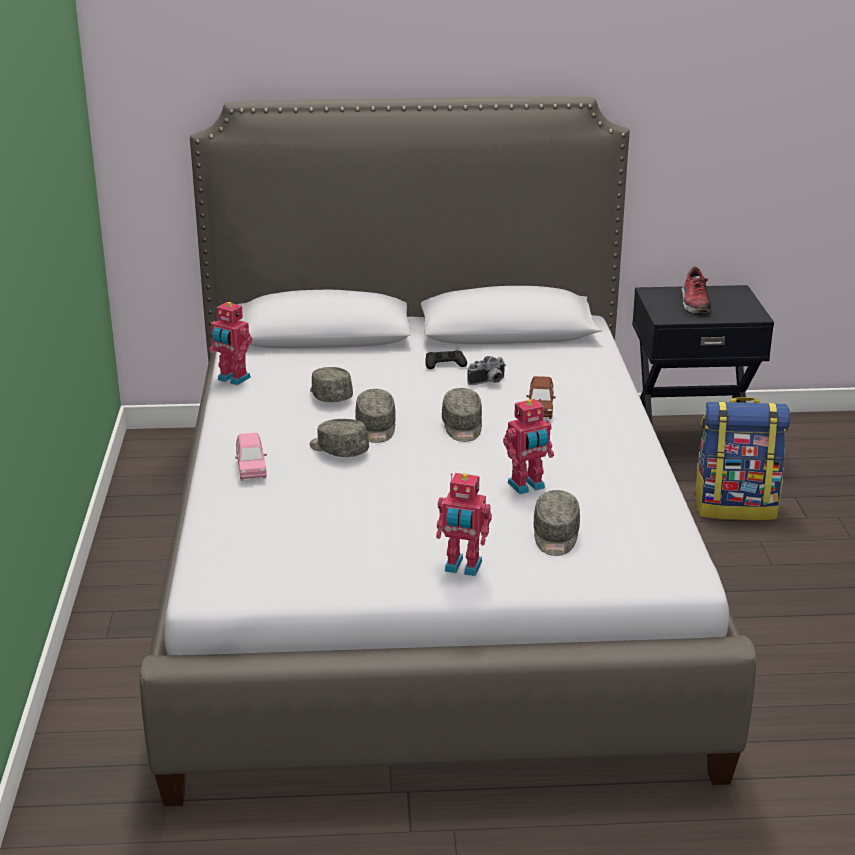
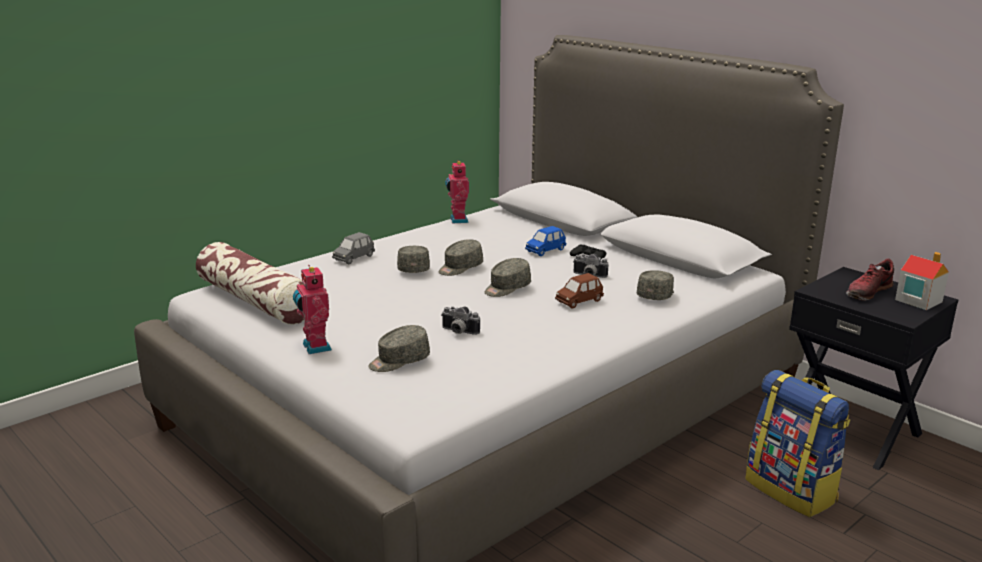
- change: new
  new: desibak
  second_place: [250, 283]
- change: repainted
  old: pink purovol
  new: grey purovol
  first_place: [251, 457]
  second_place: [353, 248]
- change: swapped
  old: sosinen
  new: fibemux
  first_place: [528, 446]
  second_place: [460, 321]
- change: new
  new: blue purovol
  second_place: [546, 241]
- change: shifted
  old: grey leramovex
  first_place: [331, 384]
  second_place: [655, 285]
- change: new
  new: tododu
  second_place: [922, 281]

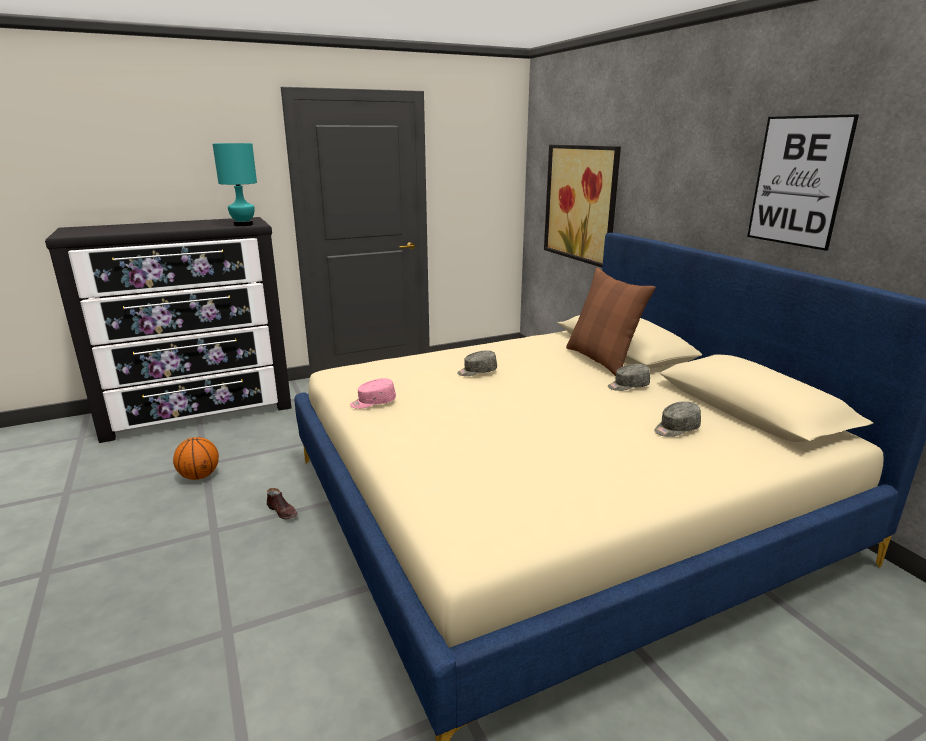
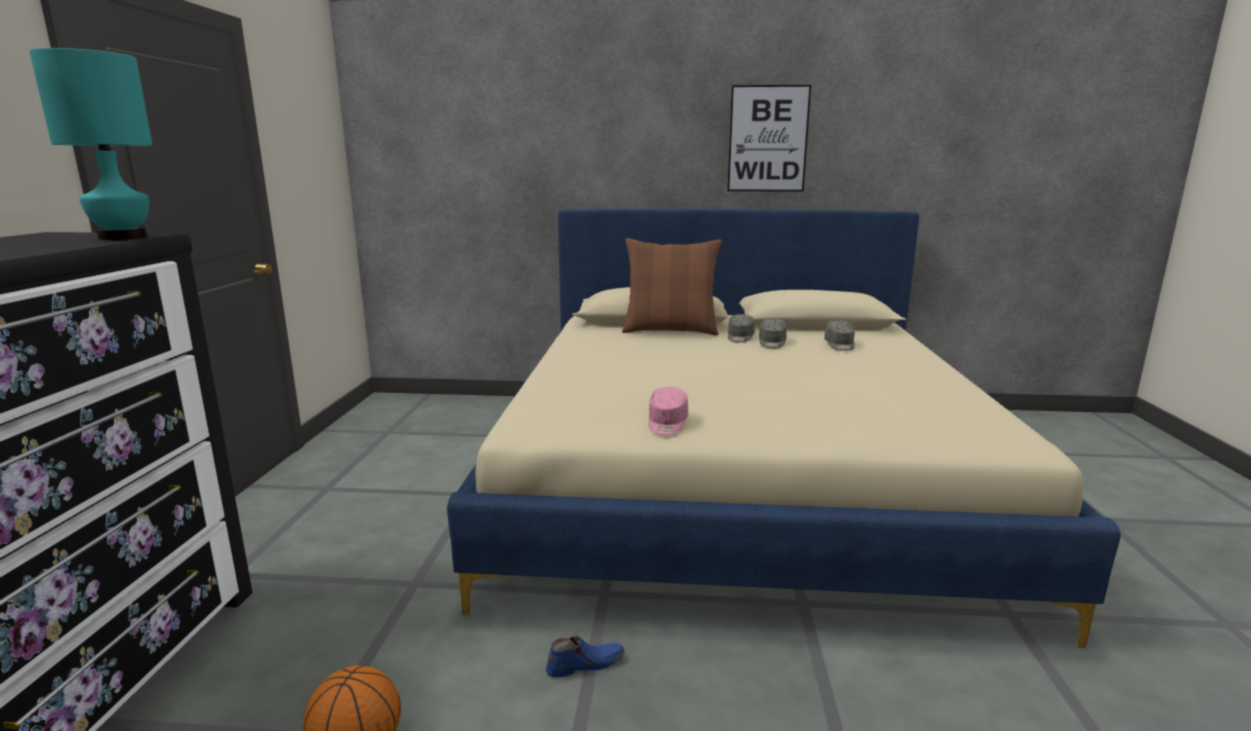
- change: repainted
  old: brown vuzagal
  new: blue vuzagal
  first_place: [282, 503]
  second_place: [585, 656]
- change: shifted
  old: grey leramovex
  first_place: [477, 363]
  second_place: [773, 333]
- change: gone
  old: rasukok
  first_place: [582, 206]

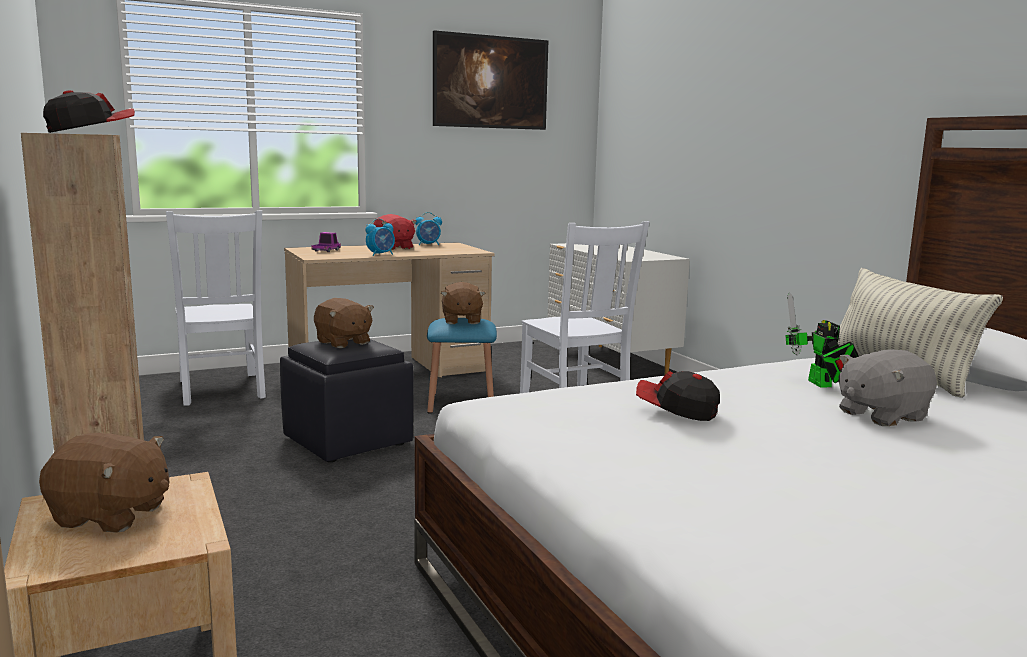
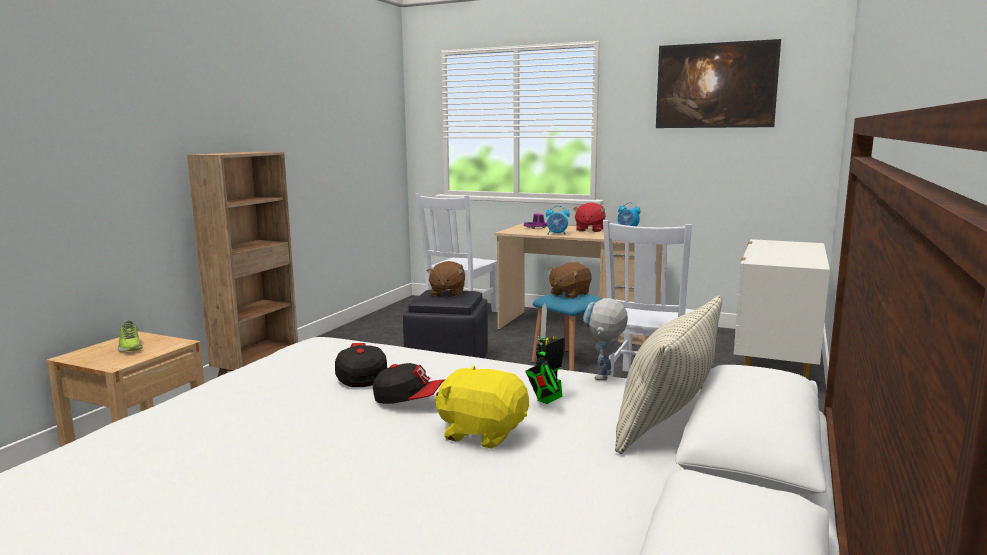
- change: swapped
  old: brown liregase
  new: vuzagal
  first_place: [104, 483]
  second_place: [130, 336]
- change: shifted
  old: leramovex
  first_place: [89, 111]
  second_place: [409, 383]
- change: repainted
  old: grey liregase
  new: yellow liregase
  first_place: [888, 387]
  second_place: [482, 407]
- change: new
  new: sosinen
  second_place: [605, 339]

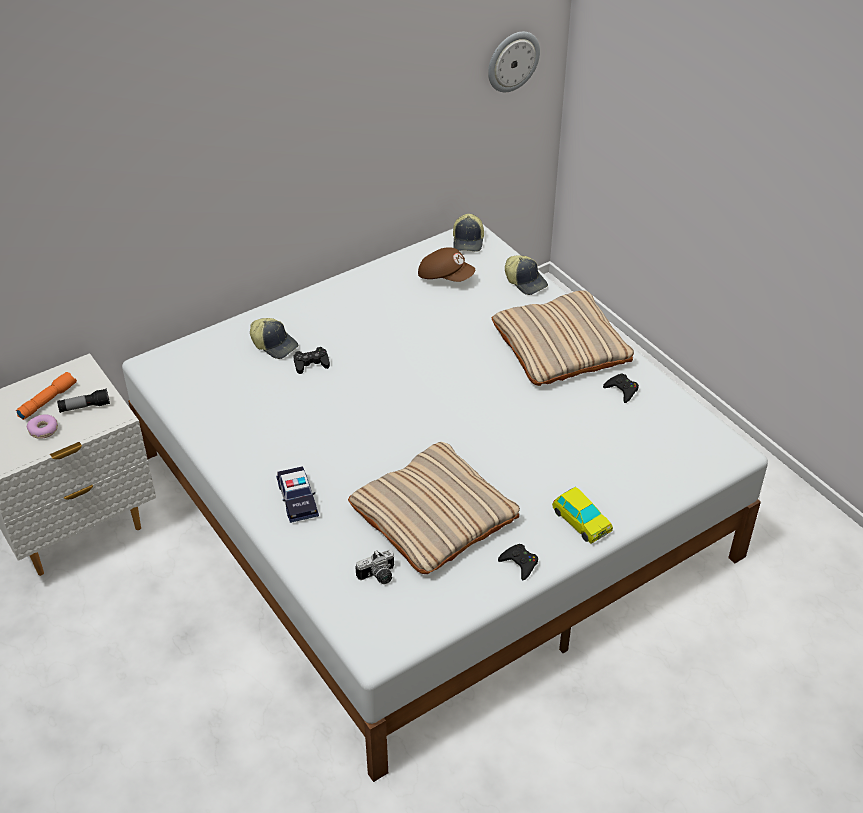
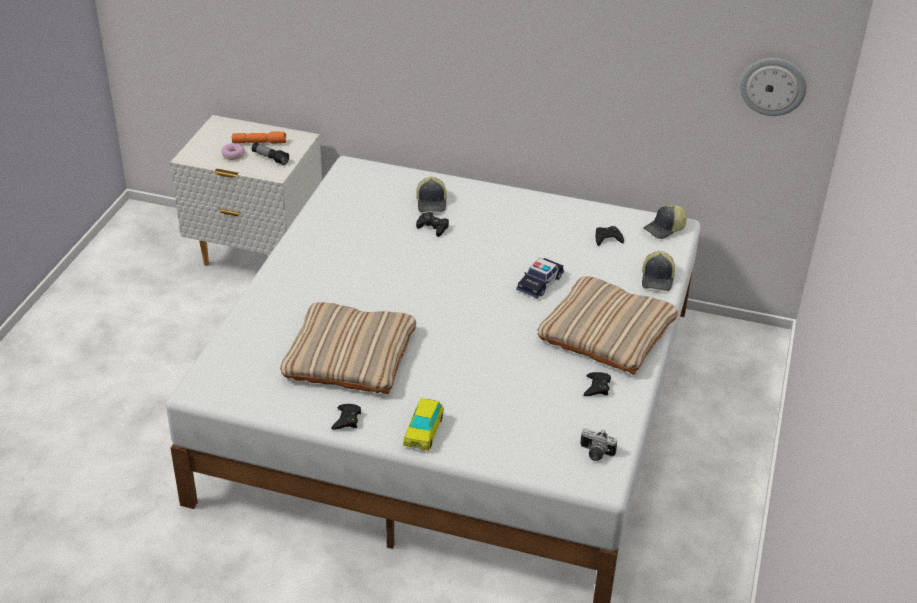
- change: shifted
  old: purovol
  first_place: [297, 494]
  second_place: [540, 278]
- change: shifted
  old: fibemux
  first_place: [375, 567]
  second_place: [598, 444]
- change: swapped
  old: brown leramovex
  new: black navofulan
  first_place: [446, 264]
  second_place: [610, 236]

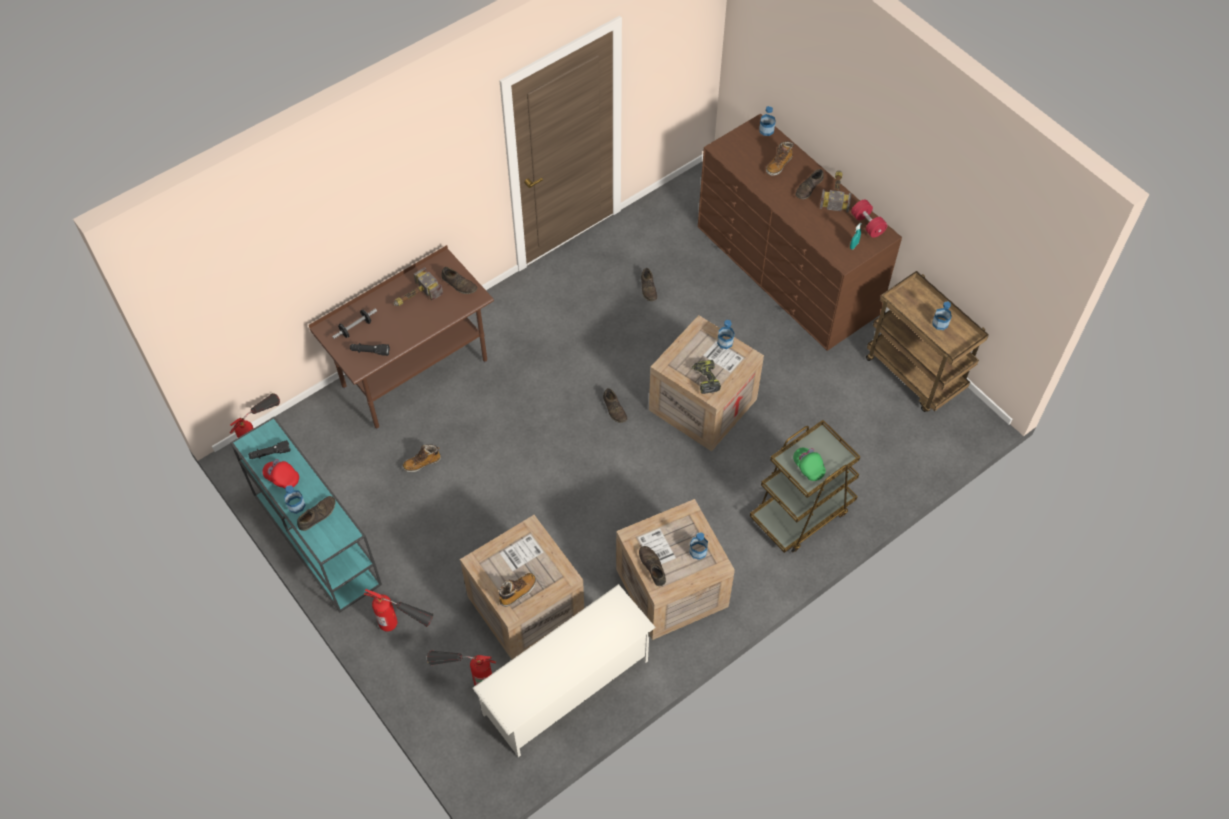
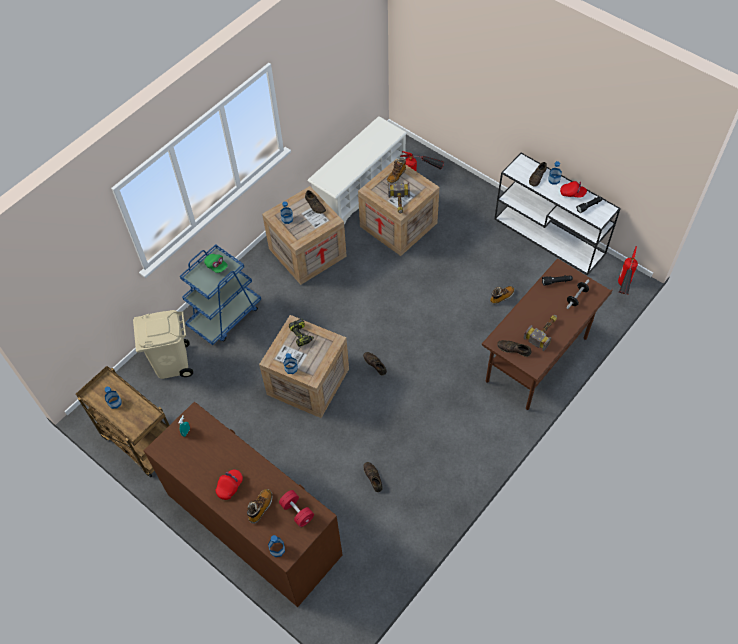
- change: new
  new: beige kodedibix
  second_place: [163, 344]
- change: repainted
  old: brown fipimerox
  new: blue fipimerox
  first_place: [805, 486]
  second_place: [220, 294]
- change: swapped
  old: brown vuzagal
  new: red leramovex
  first_place: [810, 184]
  second_place: [229, 485]
- change: shifted
  old: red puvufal
  first_place: [869, 218]
  second_place: [296, 508]
- change: shifted
  old: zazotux
  first_place: [836, 191]
  second_place: [399, 198]
- change: repainted
  old: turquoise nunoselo
  new: white nunoselo
  first_place: [306, 514]
  second_place: [558, 214]
- change: gone
  old: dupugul
  first_place: [398, 610]

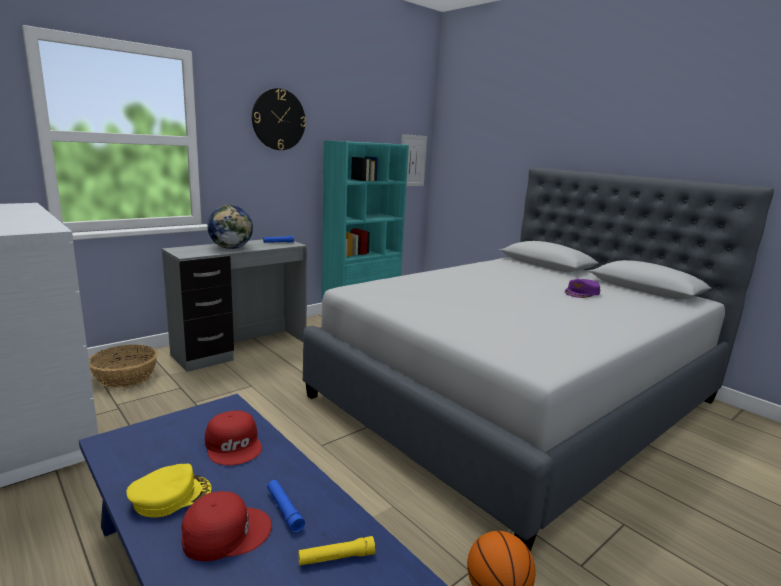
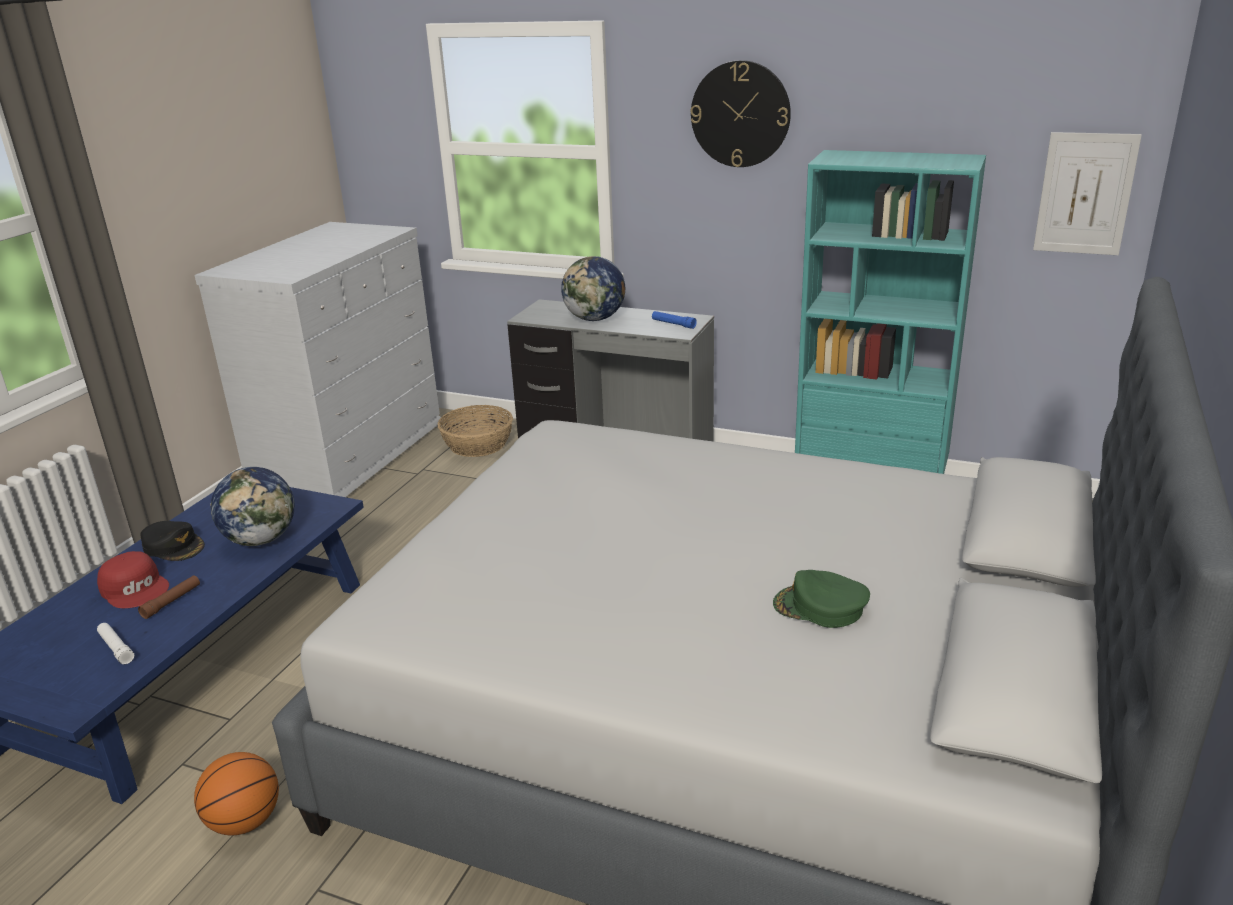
- change: repainted
  old: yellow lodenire
  new: white lodenire
  first_place: [336, 550]
  second_place: [115, 643]
- change: repainted
  old: blue lodenire
  new: brown lodenire
  first_place: [286, 506]
  second_place: [169, 597]
- change: repainted
  old: yellow leramovex
  new: black leramovex
  first_place: [168, 490]
  second_place: [172, 541]
- change: swapped
  old: red leramovex
  new: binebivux
  first_place: [233, 437]
  second_place: [252, 506]
- change: repainted
  old: purple leramovex
  new: green leramovex
  first_place: [582, 288]
  second_place: [821, 599]

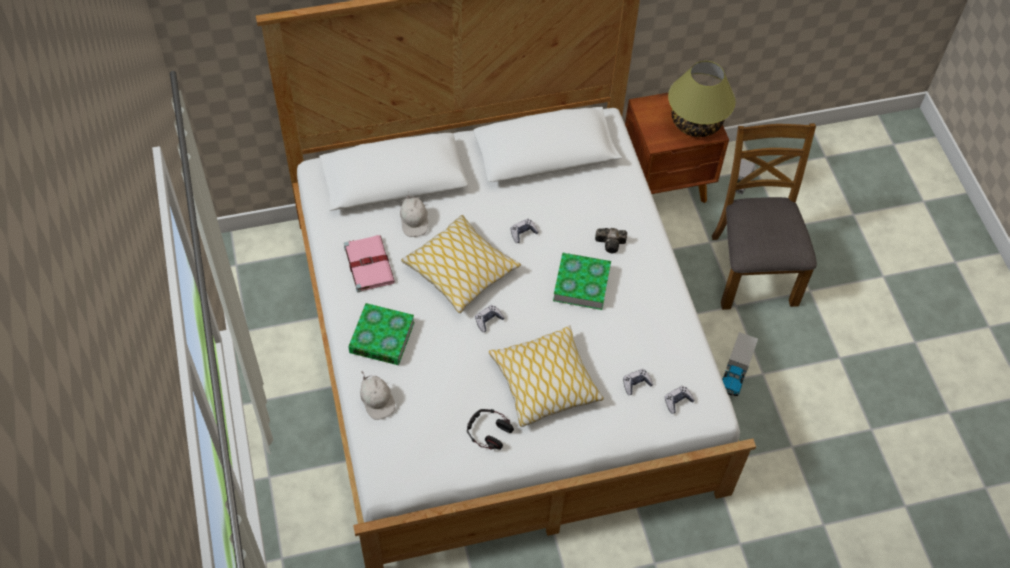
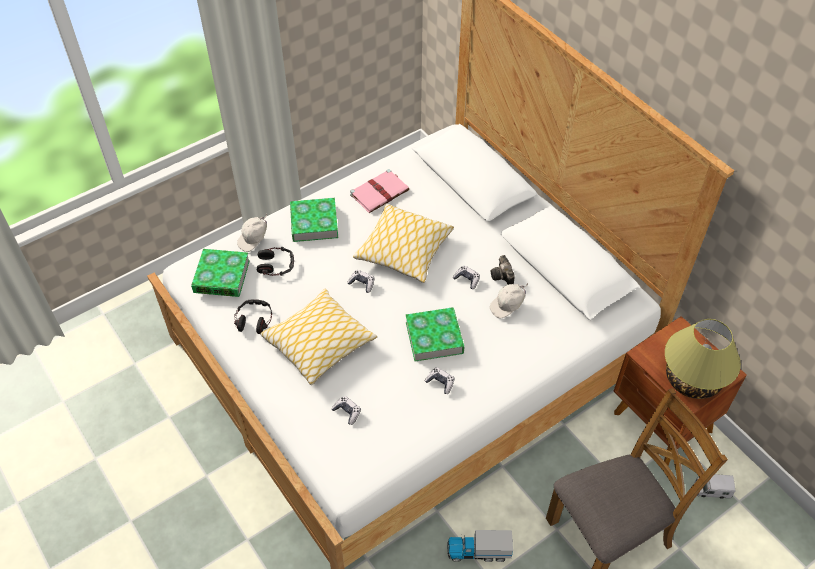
- change: new
  new: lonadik
  second_place: [220, 273]
- change: new
  new: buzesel
  second_place: [275, 261]
- change: shifted
  old: navofulan
  first_place: [680, 400]
  second_place: [439, 380]
- change: shifted
  old: white leramovex
  first_place: [414, 214]
  second_place: [509, 300]
- change: shifted
  old: fibemux
  first_place: [611, 240]
  second_place: [503, 270]

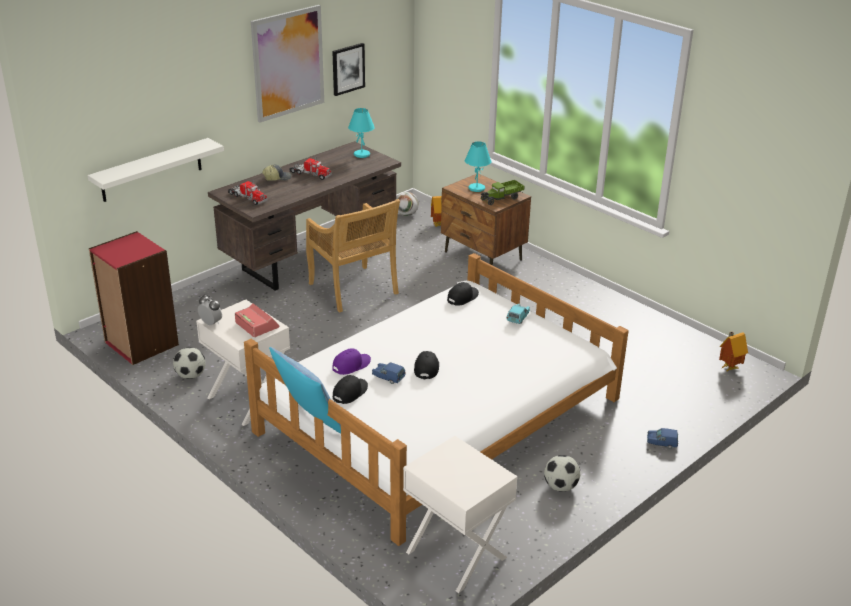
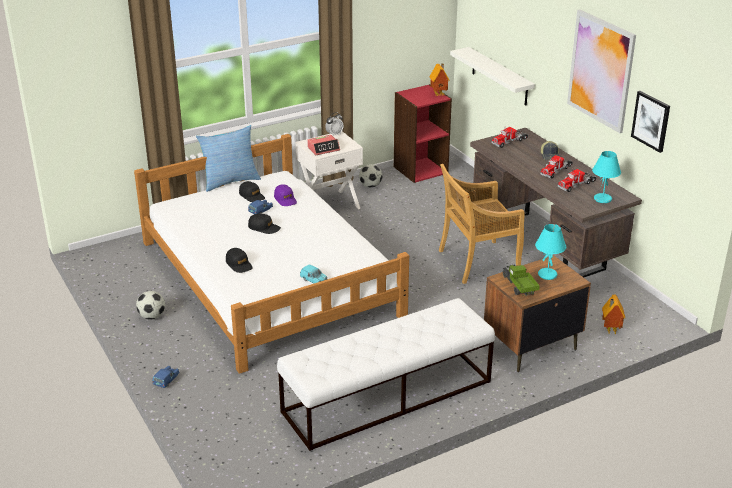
- change: shifted
  old: black leramovex
  first_place: [463, 293]
  second_place: [239, 260]
- change: new
  new: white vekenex
  second_place: [386, 374]
- change: shifted
  old: tododu
  first_place: [733, 352]
  second_place: [439, 79]
- change: new
  new: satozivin
  second_place: [577, 180]
- change: gone
  old: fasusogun
  first_place: [407, 204]
- change: gone
  old: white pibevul
  first_place: [460, 514]

